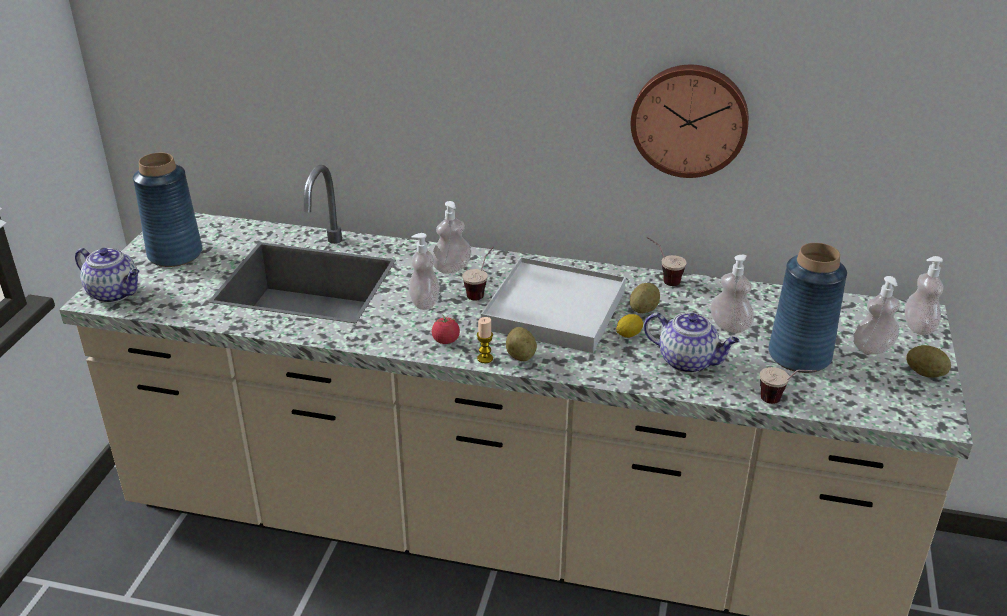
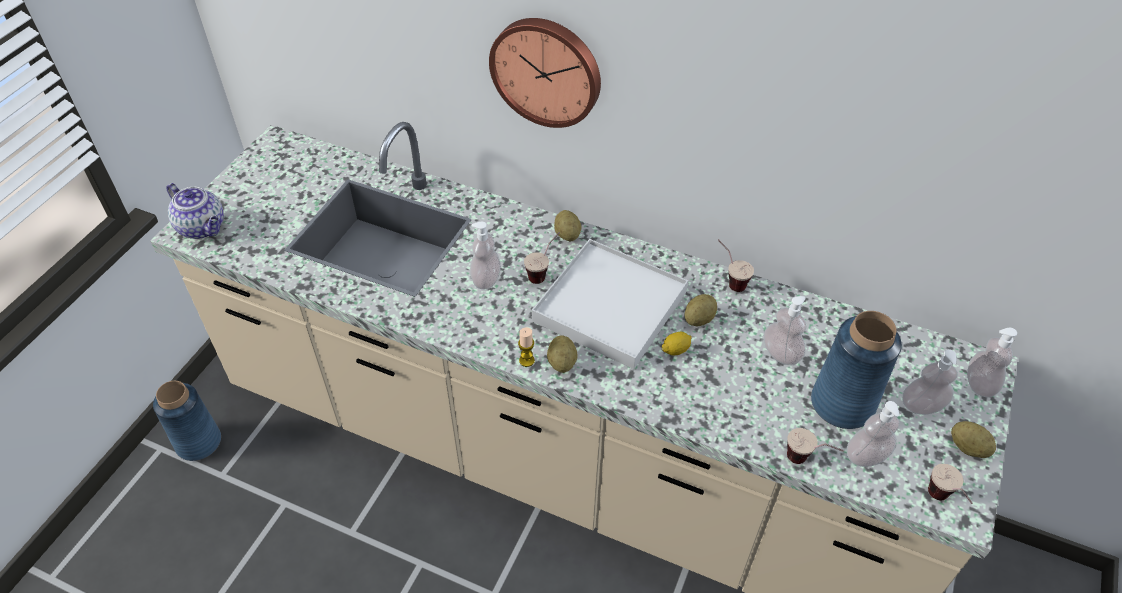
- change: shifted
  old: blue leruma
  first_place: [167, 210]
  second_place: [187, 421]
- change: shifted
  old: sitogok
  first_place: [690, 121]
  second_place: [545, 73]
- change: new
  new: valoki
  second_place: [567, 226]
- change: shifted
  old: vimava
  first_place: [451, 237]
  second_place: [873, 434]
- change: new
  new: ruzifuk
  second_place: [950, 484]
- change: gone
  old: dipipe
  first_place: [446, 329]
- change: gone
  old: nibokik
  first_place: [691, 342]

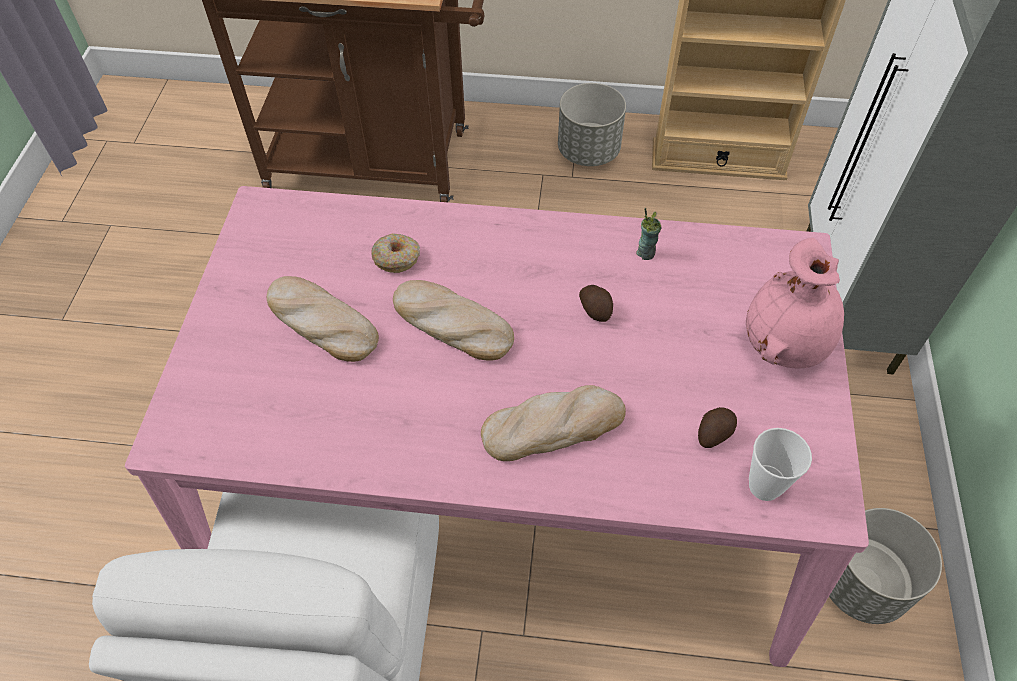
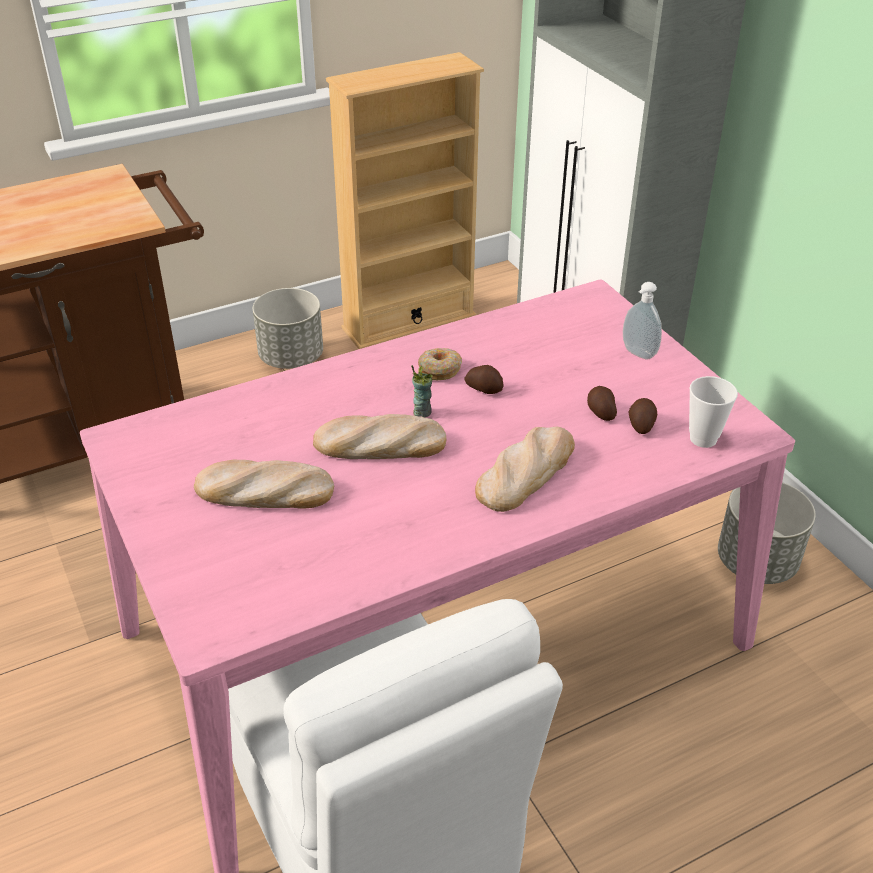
- change: shifted
  old: ruzifuk
  first_place: [648, 234]
  second_place: [422, 391]
- change: shifted
  old: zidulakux
  first_place: [395, 253]
  second_place: [440, 364]
- change: new
  new: valoki
  second_place: [602, 403]
- change: swapped
  old: pink leruma
  new: vimava
  first_place: [795, 303]
  second_place: [642, 321]

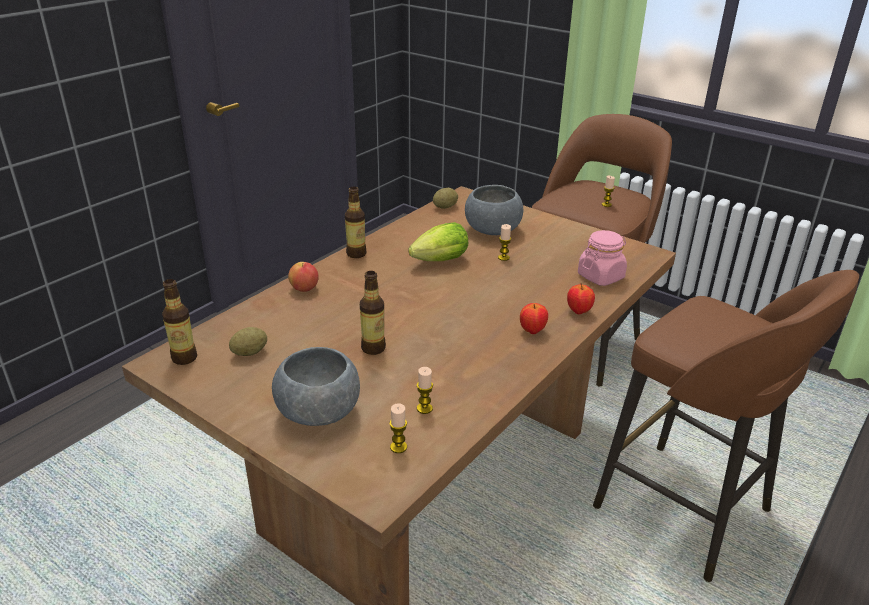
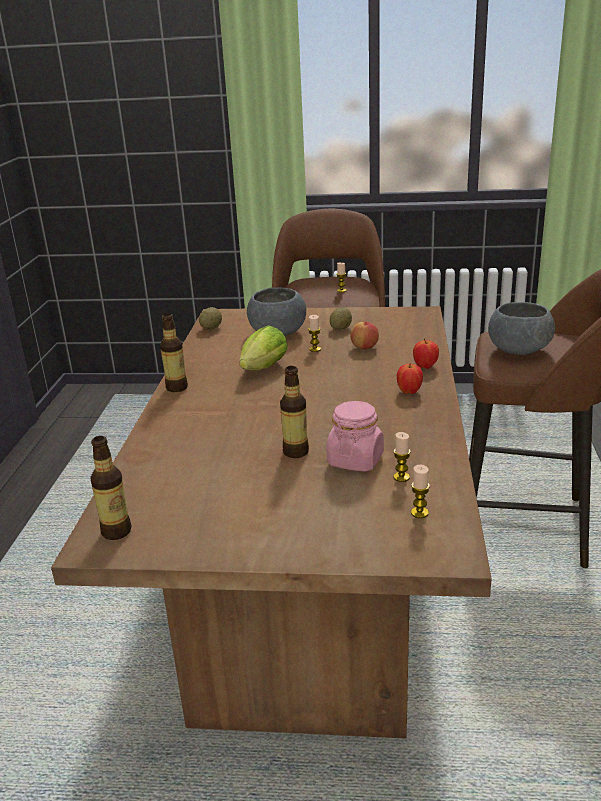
- change: shifted
  old: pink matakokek
  first_place: [602, 258]
  second_place: [355, 436]
- change: shifted
  old: valoki
  first_place: [248, 341]
  second_place: [341, 318]
- change: shifted
  old: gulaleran
  first_place: [303, 277]
  second_place: [364, 335]
- change: shifted
  old: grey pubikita
  first_place: [316, 386]
  second_place: [521, 328]

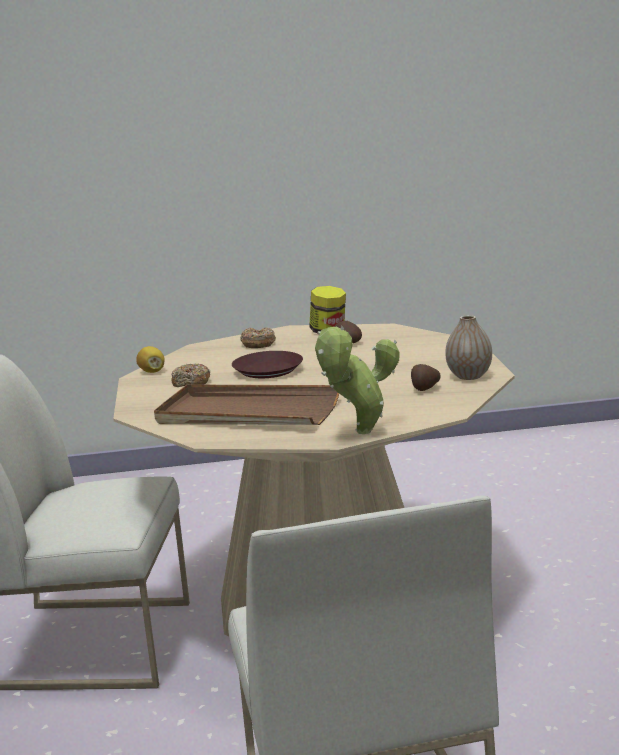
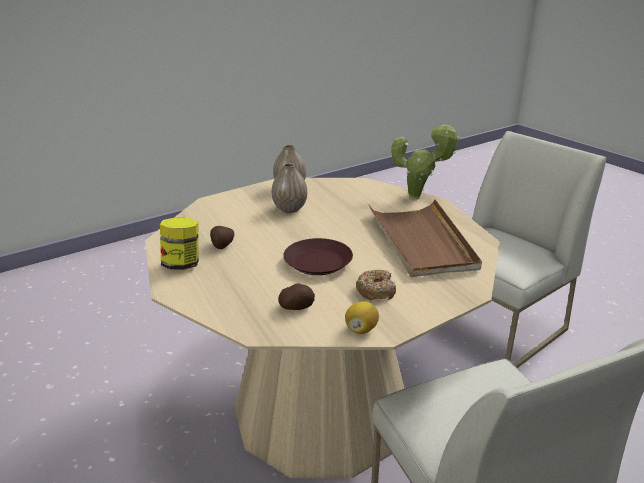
- change: new
  new: leruma
  second_place: [289, 188]
- change: shifted
  old: valoki
  first_place: [426, 377]
  second_place: [296, 296]
- change: gone
  old: zidulakux
  first_place: [258, 337]

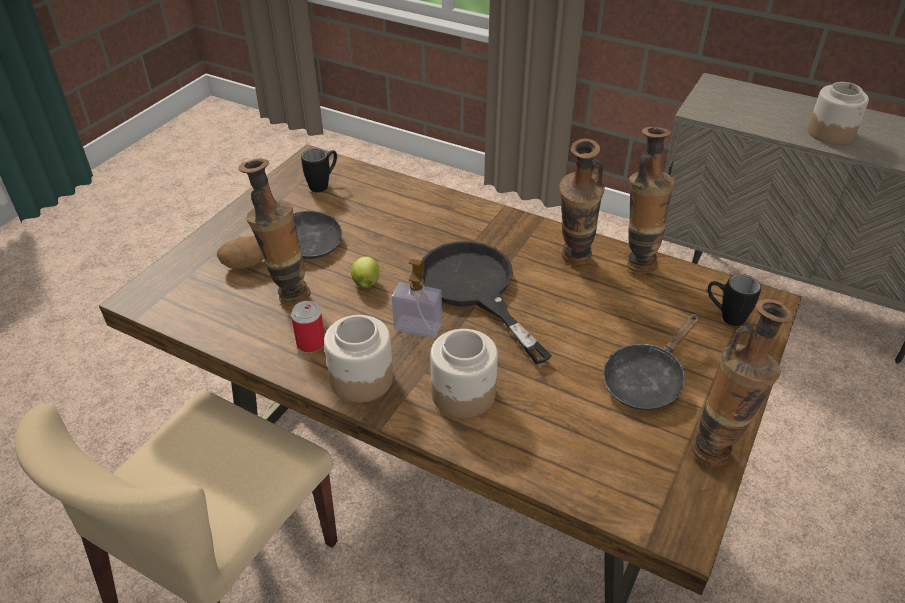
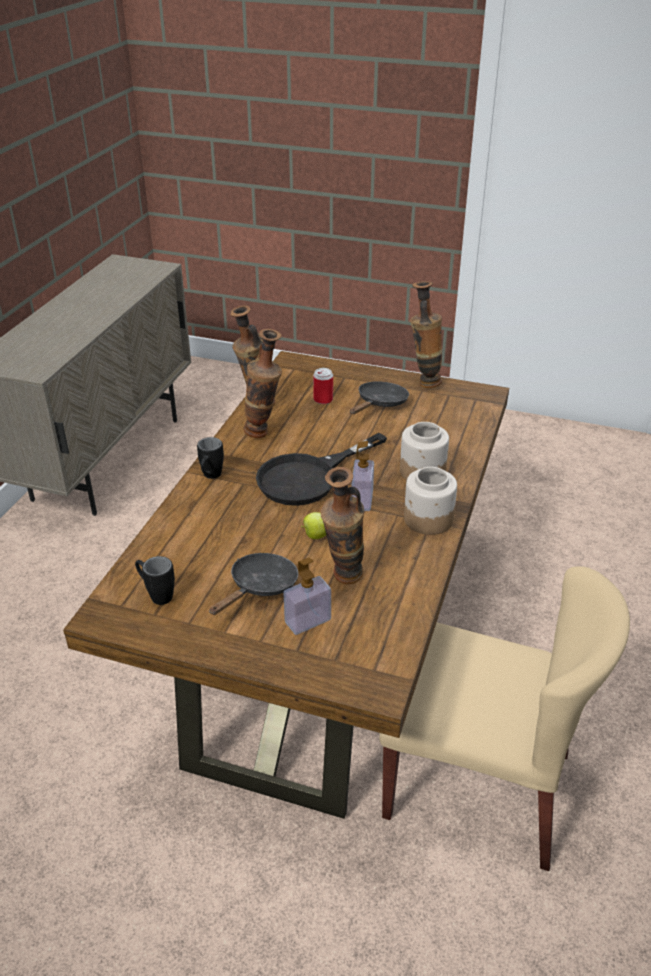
- change: shifted
  old: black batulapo
  first_place: [734, 300]
  second_place: [210, 458]
- change: swapped
  old: valoki
  new: vimava
  first_place: [240, 252]
  second_place: [307, 596]
- change: shifted
  old: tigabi
  first_place: [308, 327]
  second_place: [323, 386]
- change: rotated
  old: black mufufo
  first_place: [651, 362]
  second_place: [379, 397]
  degrees: -90
- change: gone
  old: matakokek
  first_place: [838, 113]

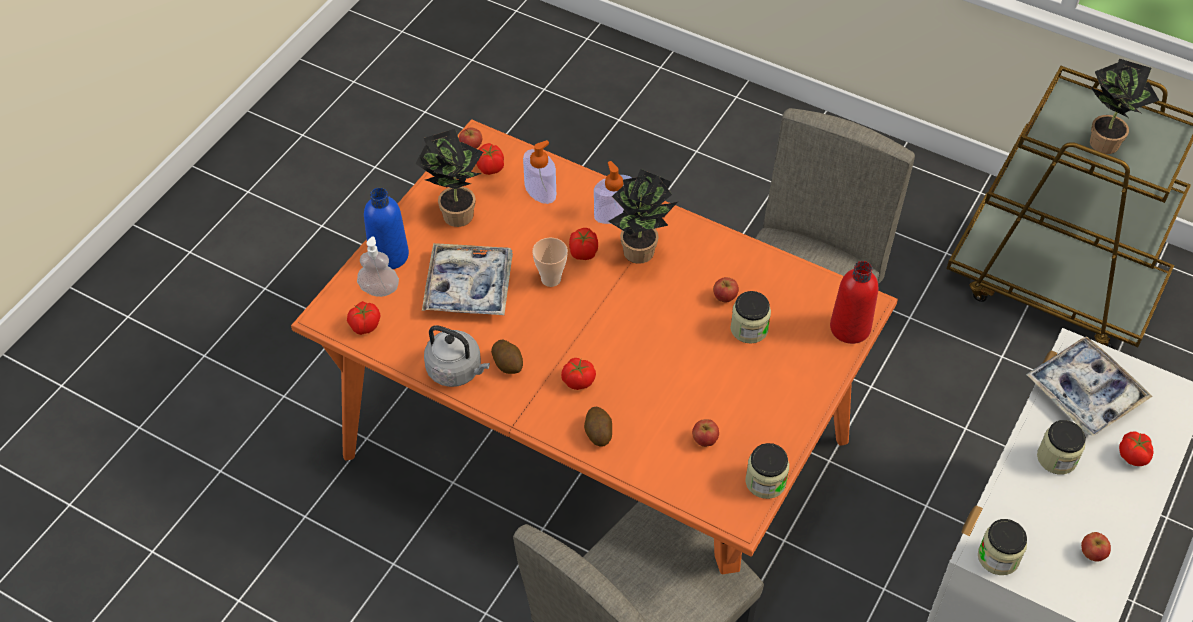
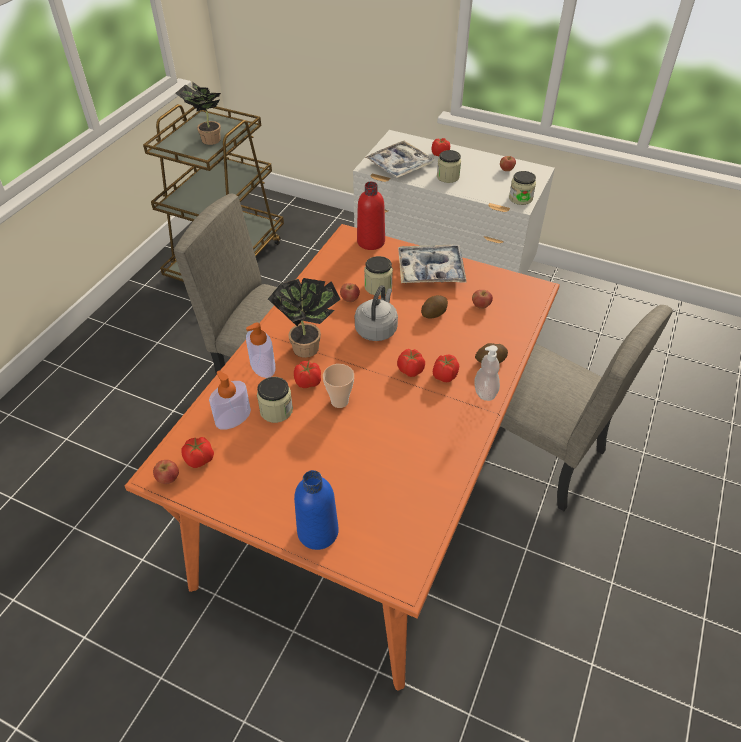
- change: shifted
  old: matakokek
  first_place: [767, 471]
  second_place: [275, 400]
- change: shifted
  old: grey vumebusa
  first_place: [457, 356]
  second_place: [376, 313]
- change: shifted
  old: dipipe
  first_place: [364, 318]
  second_place: [411, 363]
- change: shifted
  old: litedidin
  first_place: [467, 279]
  second_place: [432, 264]
- change: shifted
  old: valoki
  first_place: [507, 356]
  second_place: [434, 307]
- change: shifted
  old: vimava
  first_place: [378, 267]
  second_place: [487, 373]
- change: gone
  old: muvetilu
  first_place: [449, 178]

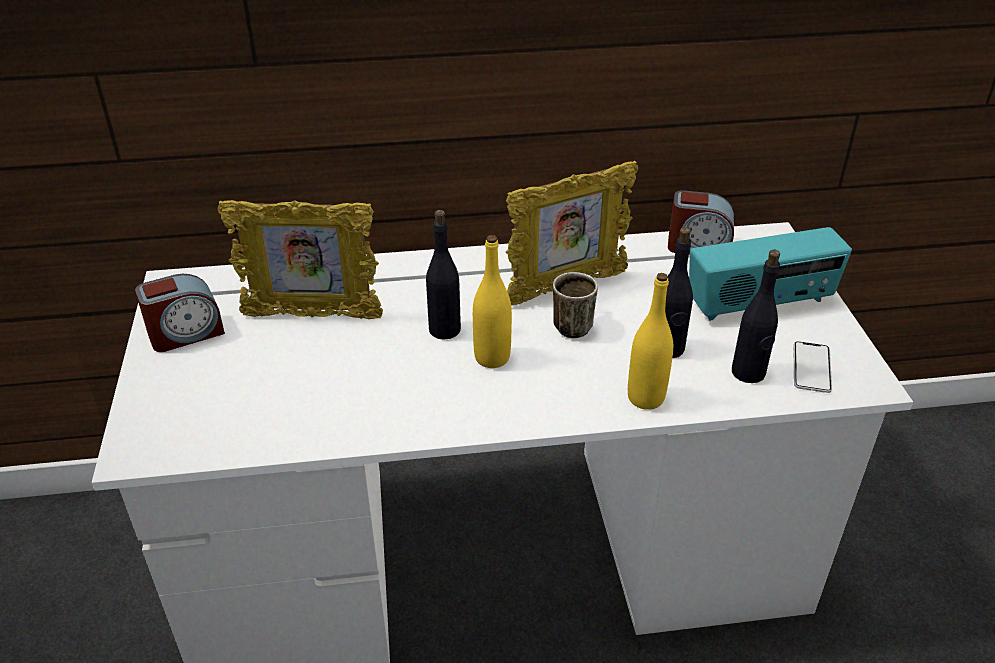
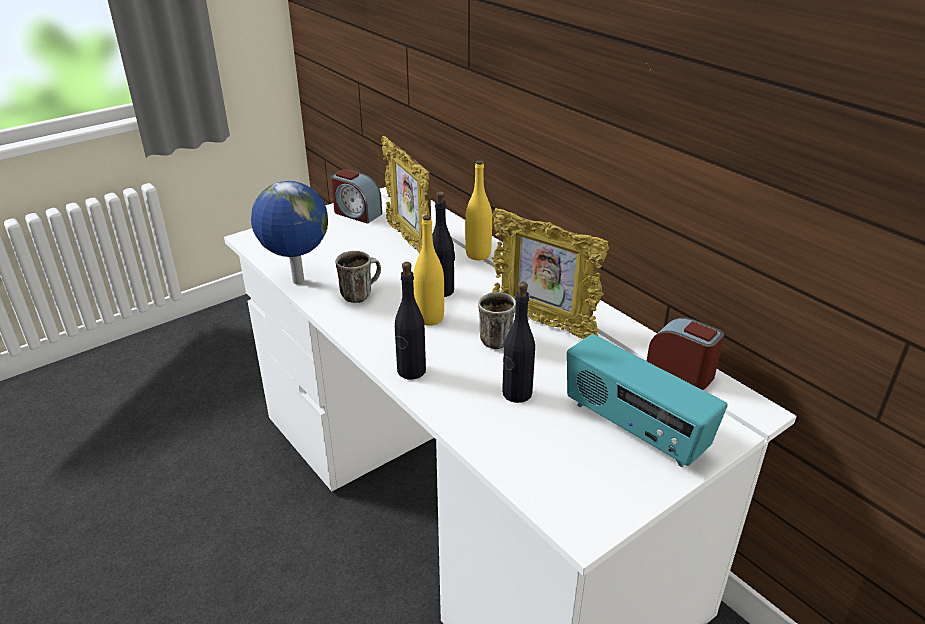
- change: new
  new: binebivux
  second_place: [289, 233]
- change: new
  new: batulapo
  second_place: [358, 277]
- change: shifted
  old: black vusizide
  first_place: [756, 316]
  second_place: [410, 321]
- change: shifted
  old: yellow vusizide
  first_place: [650, 341]
  second_place: [478, 210]
- change: rotated
  old: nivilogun
  first_place: [701, 222]
  second_place: [685, 353]
  degrees: 150
- change: gone
  old: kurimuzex
  first_place: [812, 367]

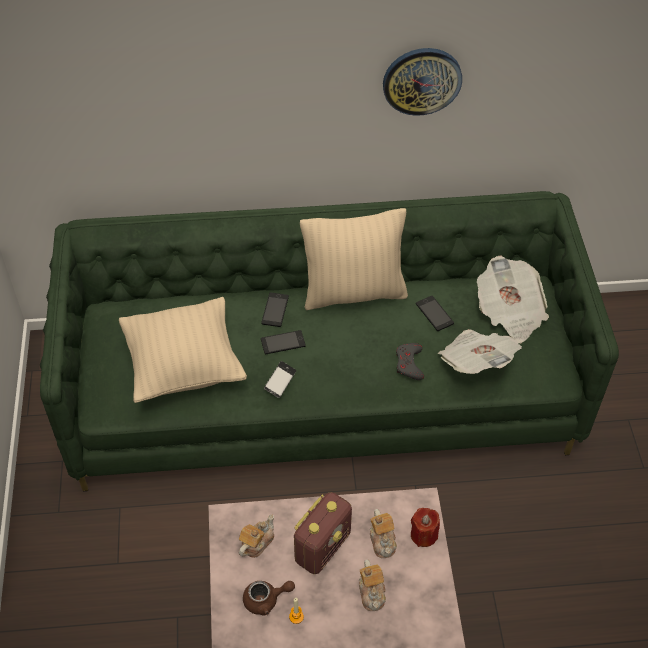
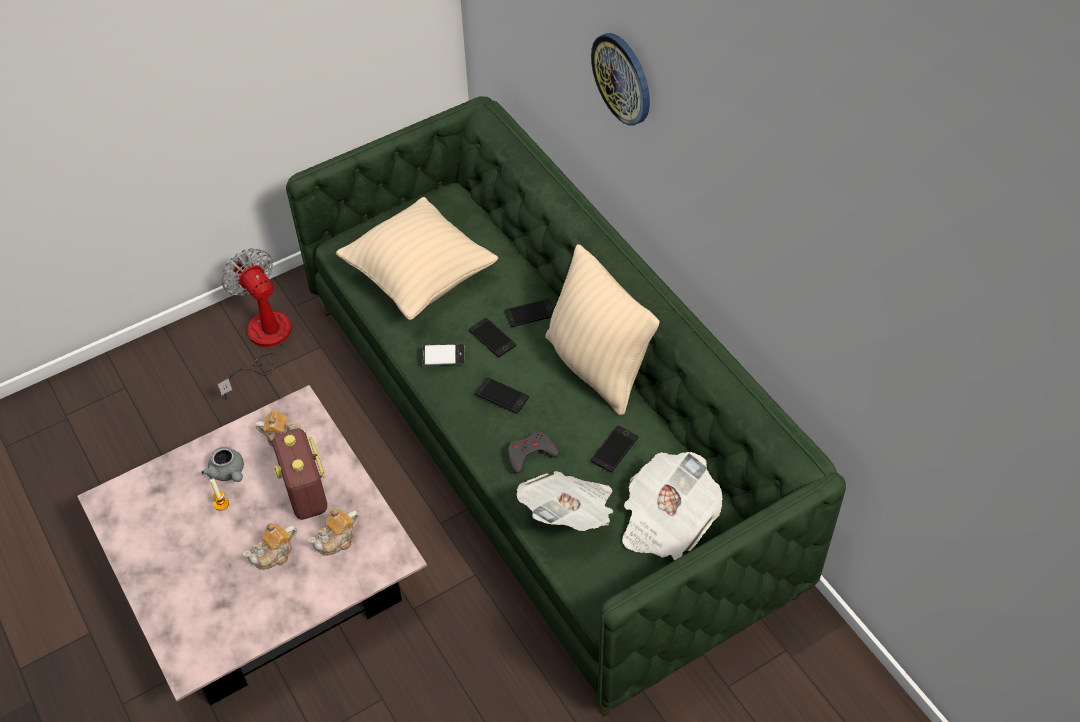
- change: repainted
  old: brown nibokik
  new: grey nibokik
  first_place: [269, 598]
  second_place: [223, 464]
- change: new
  new: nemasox
  second_place: [254, 324]
- change: rotated
  old: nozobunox
  first_place: [323, 533]
  second_place: [300, 474]
  degrees: 60
- change: new
  new: kurimuzex
  second_place: [502, 395]
- change: shifted
  old: sitogok
  first_place: [422, 82]
  second_place: [620, 79]
- change: gone
  old: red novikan
  first_place: [425, 527]

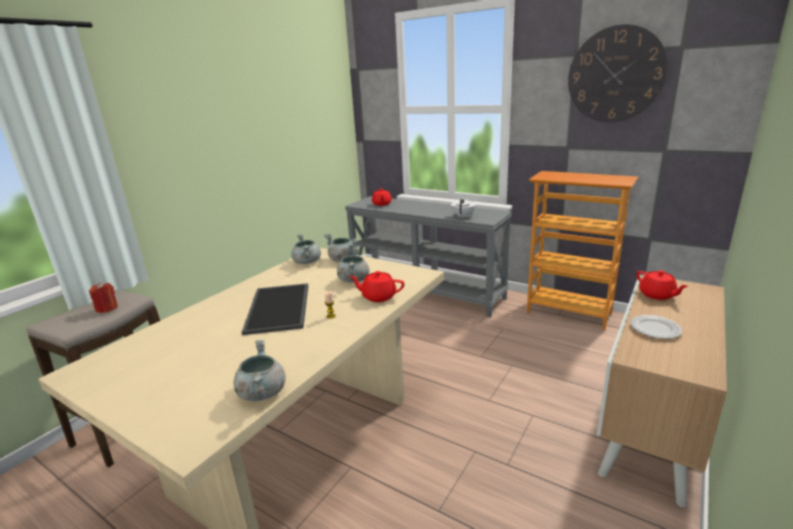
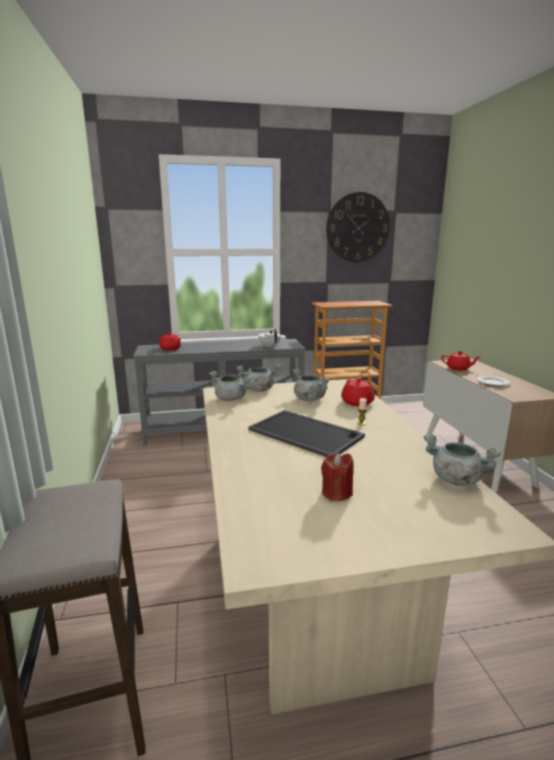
- change: shifted
  old: red novikan
  first_place: [103, 297]
  second_place: [337, 477]
- change: rotated
  old: red nibokik
  first_place: [376, 286]
  second_place: [358, 392]
  degrees: -75

